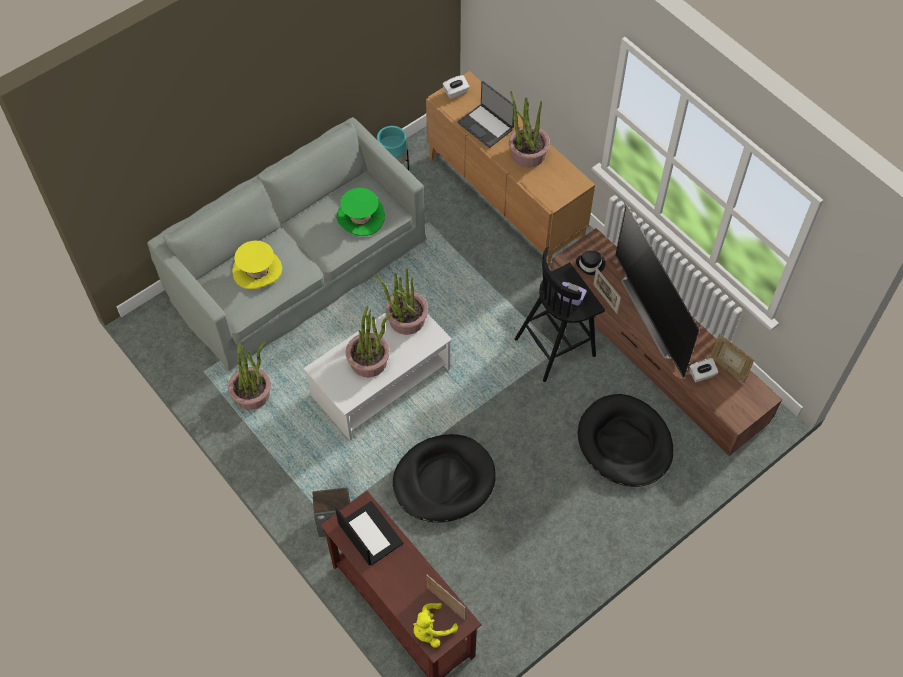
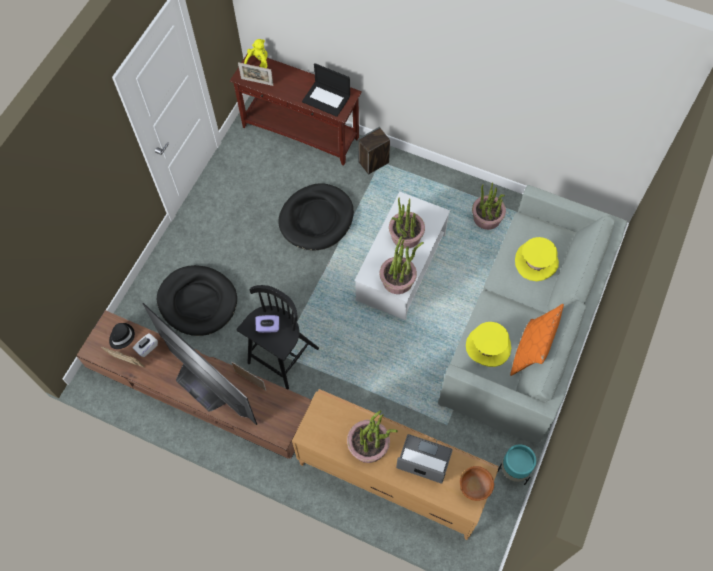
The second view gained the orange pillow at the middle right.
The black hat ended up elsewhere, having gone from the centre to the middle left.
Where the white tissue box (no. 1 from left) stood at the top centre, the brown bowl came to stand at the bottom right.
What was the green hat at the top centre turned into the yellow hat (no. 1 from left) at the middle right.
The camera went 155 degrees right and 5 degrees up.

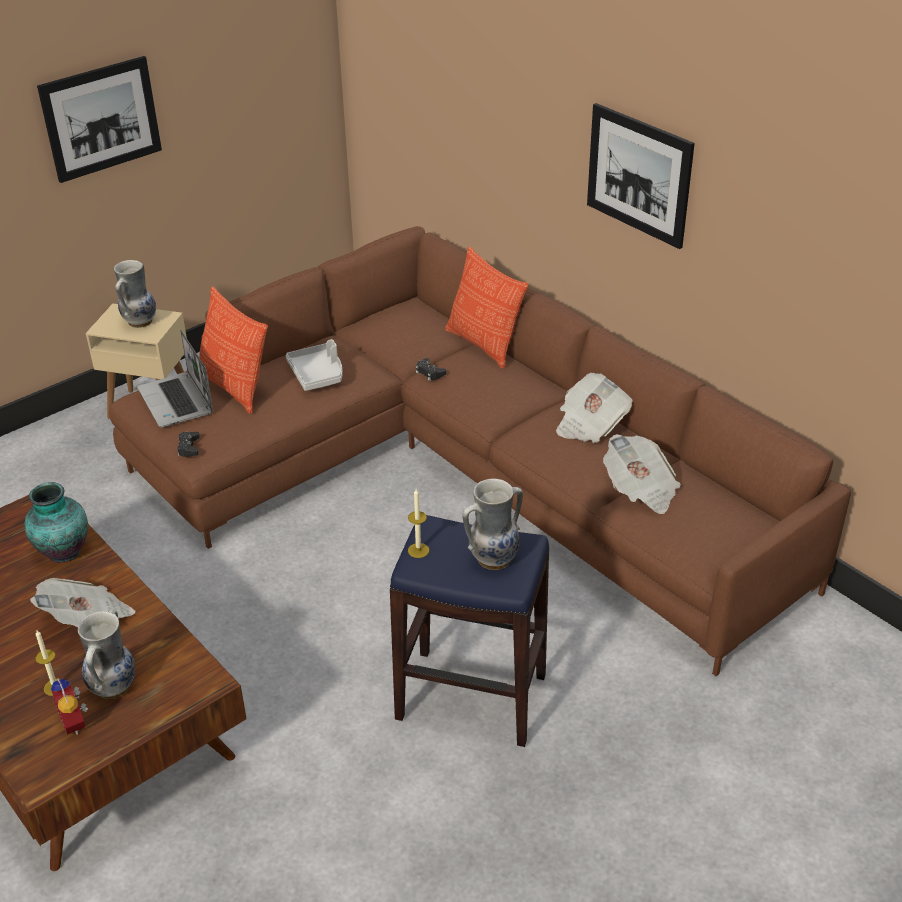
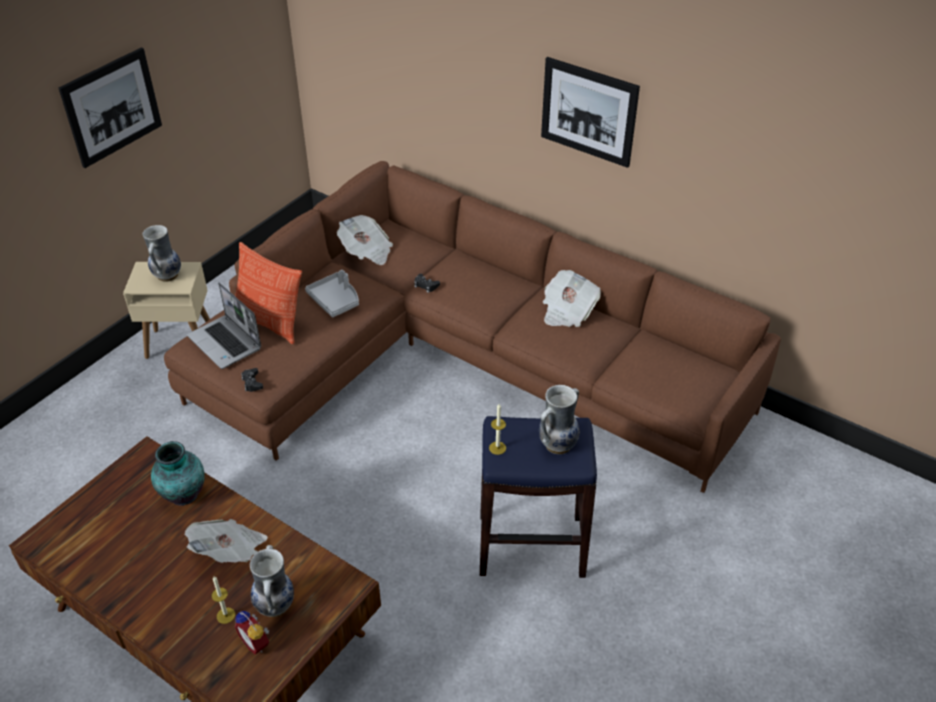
The second view lost the orange pillow (no. 2 from left) at the centre.
The newspaper (no. 3 from left in the first image) ended up elsewhere, having gone from the middle right to the centre.
The camera went 15 degrees left and 5 degrees up.

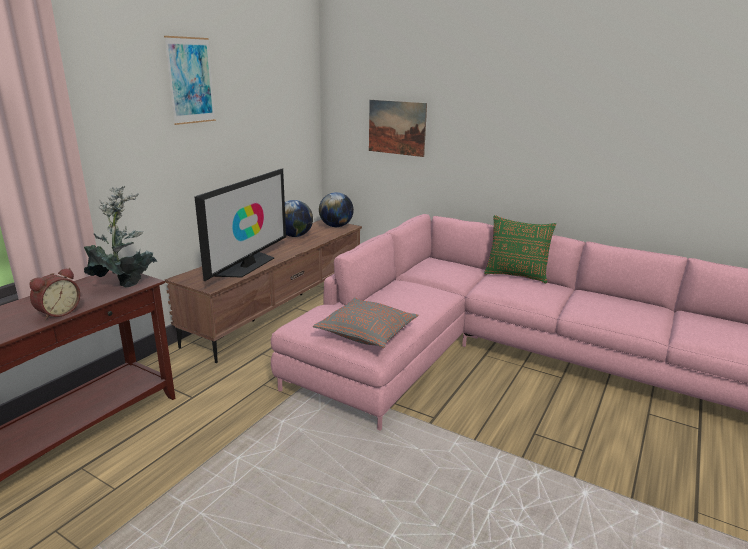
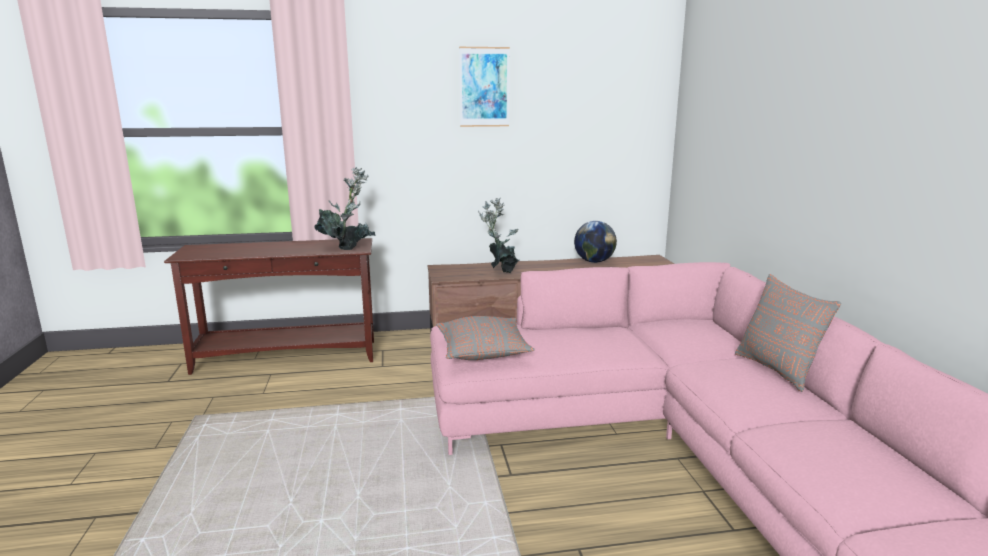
The second view lost the alarm clock at the middle left.
The second view lost the globe (no. 2 from left) at the centre.
The second view lost the picture (no. 2 from left) at the top centre.
Where the television stood at the middle left, the potted plant (no. 2 from left) came to stand at the centre.
What was the green pillow at the middle right turned into the grey pillow (no. 2 from left) at the middle right.
The camera went 50 degrees right and 5 degrees down.

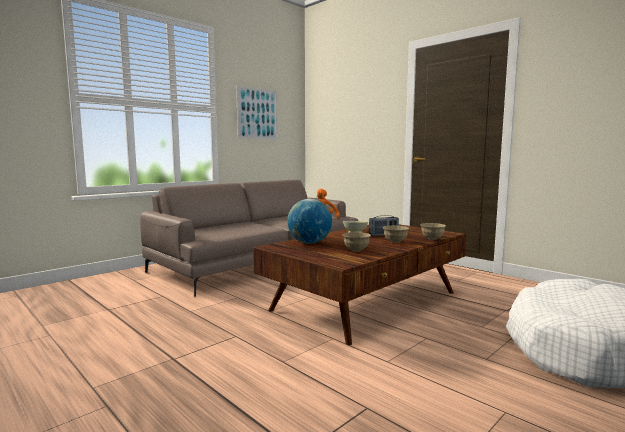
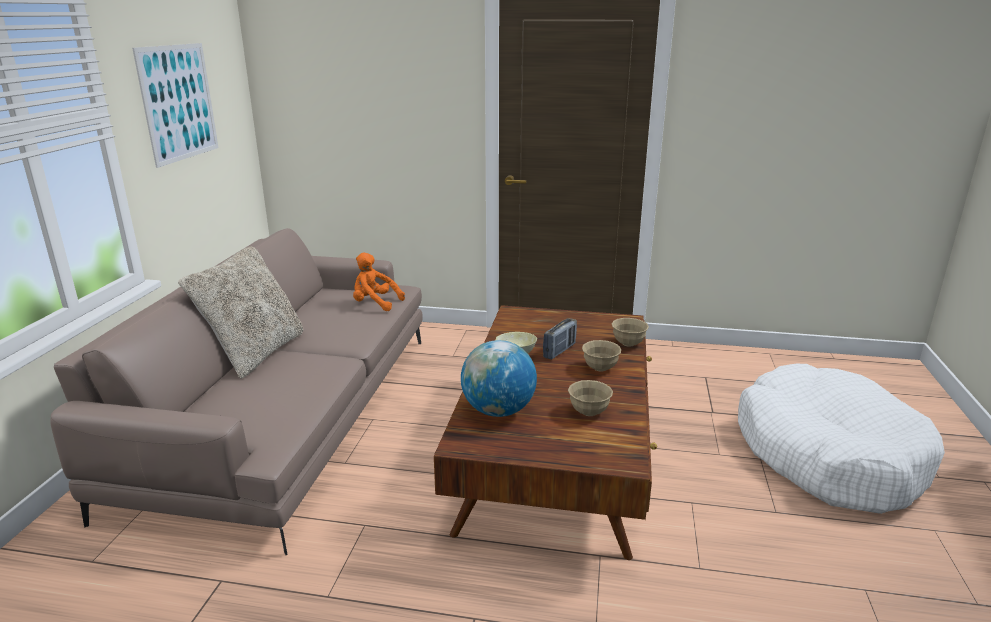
The second view gained the beige pillow at the middle left.
The camera went 35 degrees left and 15 degrees up.

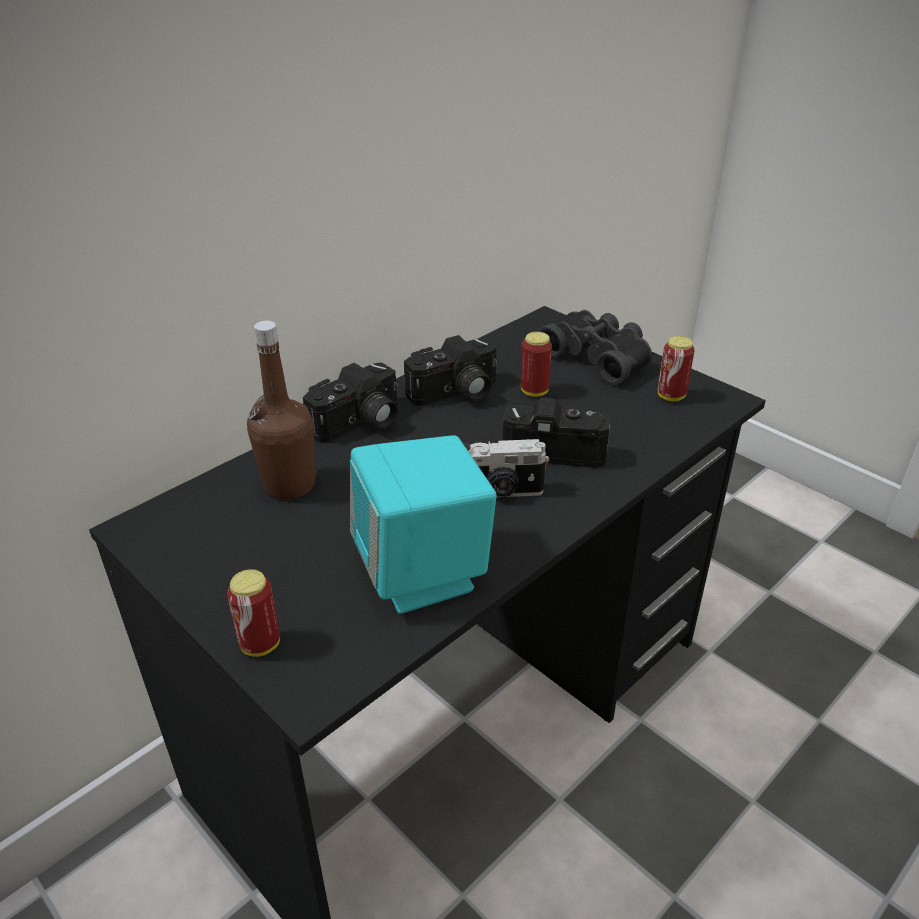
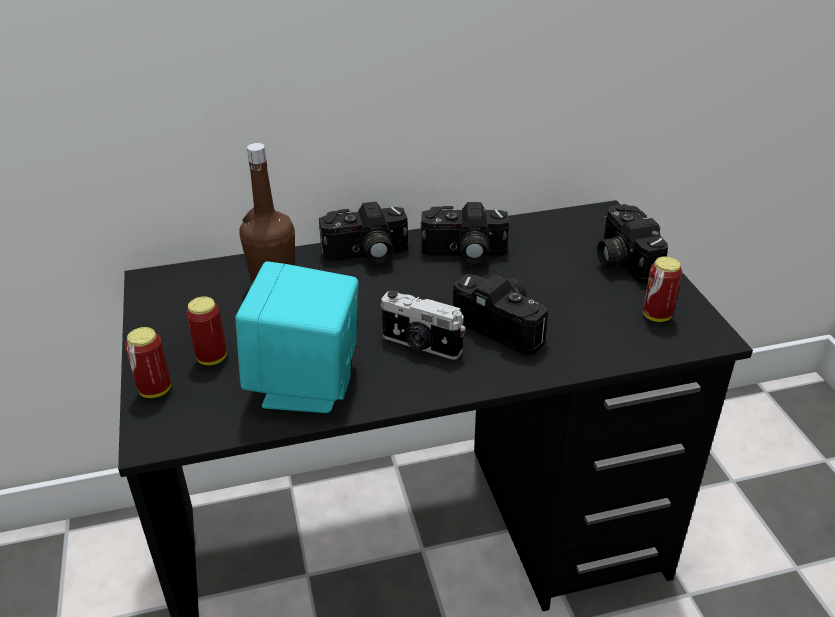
The can (no. 2 from left) ended up elsewhere, having gone from the centre to the middle left.
Where the black binoculars stood at the centre, the photo camera (no. 5 from left) came to stand at the middle right.
The camera went 30 degrees right and 0 degrees up.

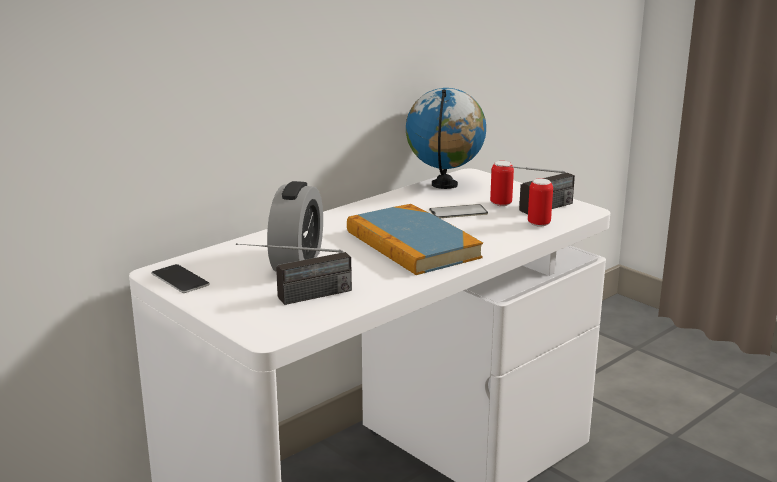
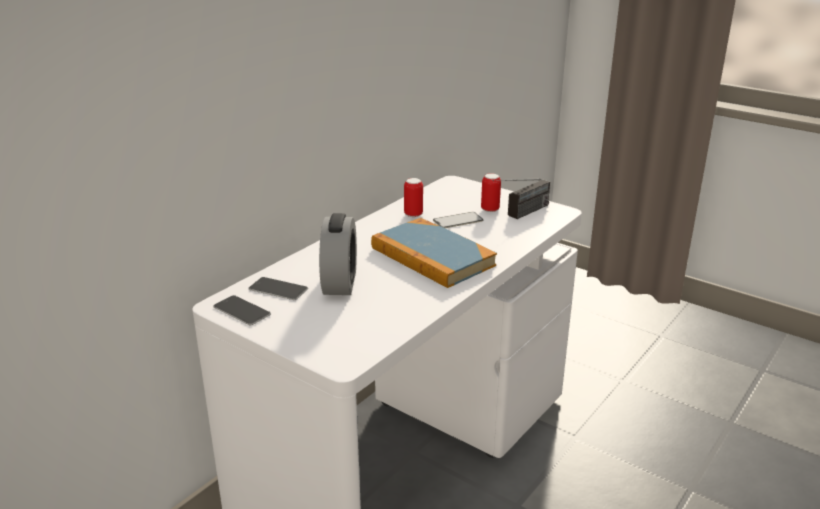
The second view lost the radio (no. 1 from left) at the centre.
The second view lost the globe at the top centre.
The second view gained the phone (no. 2 from left) at the centre.
The can (no. 2 from left in the first image) ended up elsewhere, having gone from the middle right to the centre.
The camera went 10 degrees left and 5 degrees up.

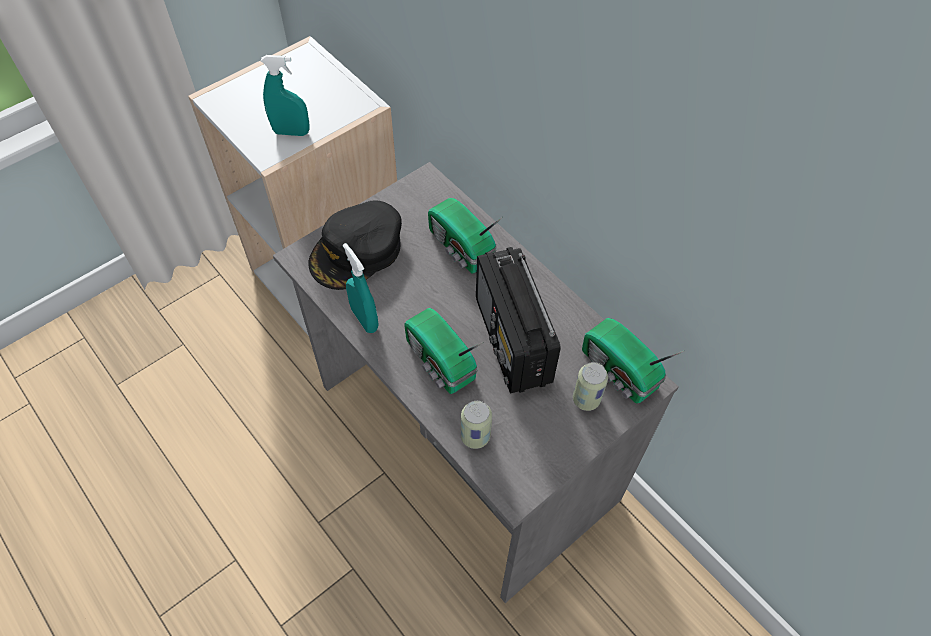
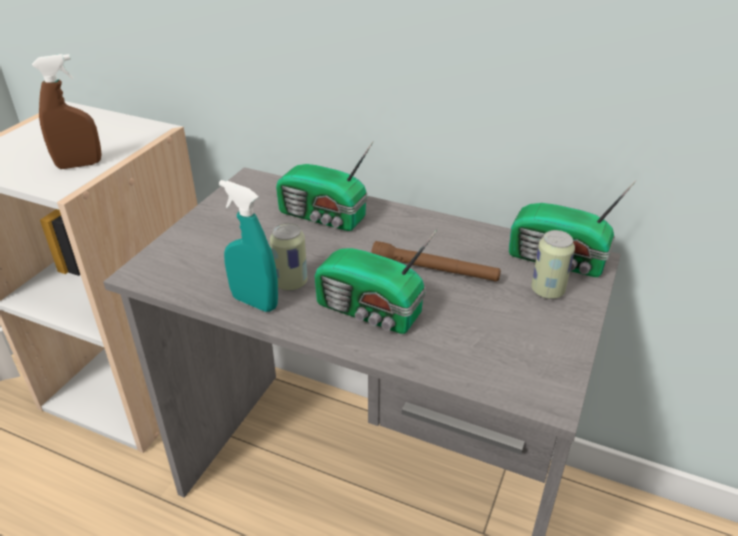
The second view lost the black cap at the centre.
The can (no. 1 from left) ended up elsewhere, having gone from the bottom centre to the centre.
Where the radio (no. 3 from left) stood at the centre, the brown flashlight came to stand at the centre.
What was the turquoise spray bottle (no. 1 from left) at the top left turned into the brown spray bottle at the top left.
The camera went 25 degrees left and 20 degrees down.

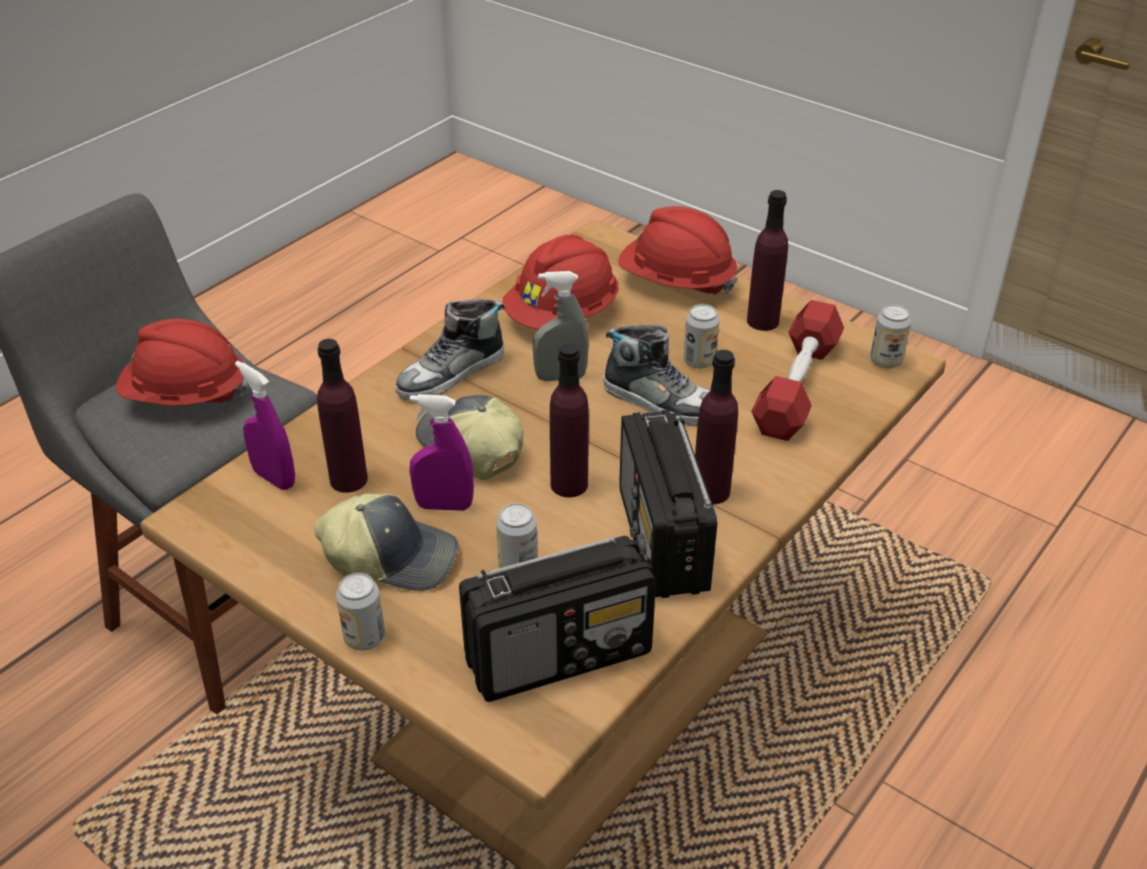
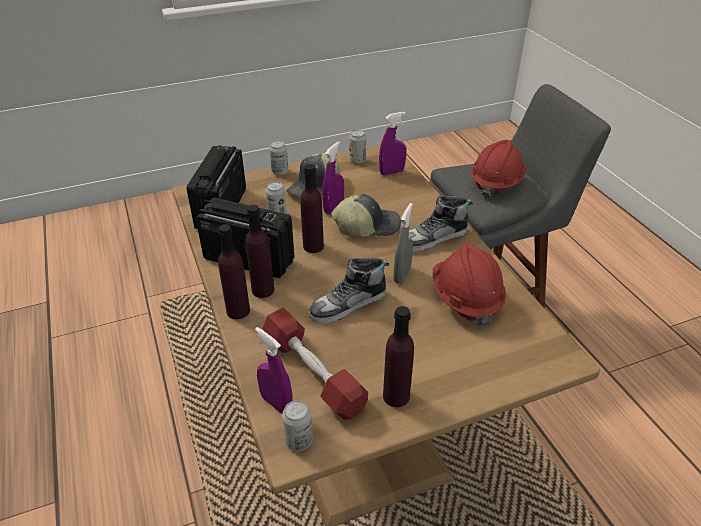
The second view lost the red hard hat (no. 3 from left) at the top centre.
The second view gained the purple spray bottle (no. 1 from left) at the bottom centre.
The purple bottle (no. 1 from left) ended up elsewhere, having gone from the middle left to the centre.
The can (no. 3 from left in the first image) ended up elsewhere, having gone from the centre to the top centre.
The shoe (no. 1 from left in the first image) at the centre ended up facing another way, 105 degrees counterclockwise from before.
The camera went 120 degrees right and 0 degrees up.

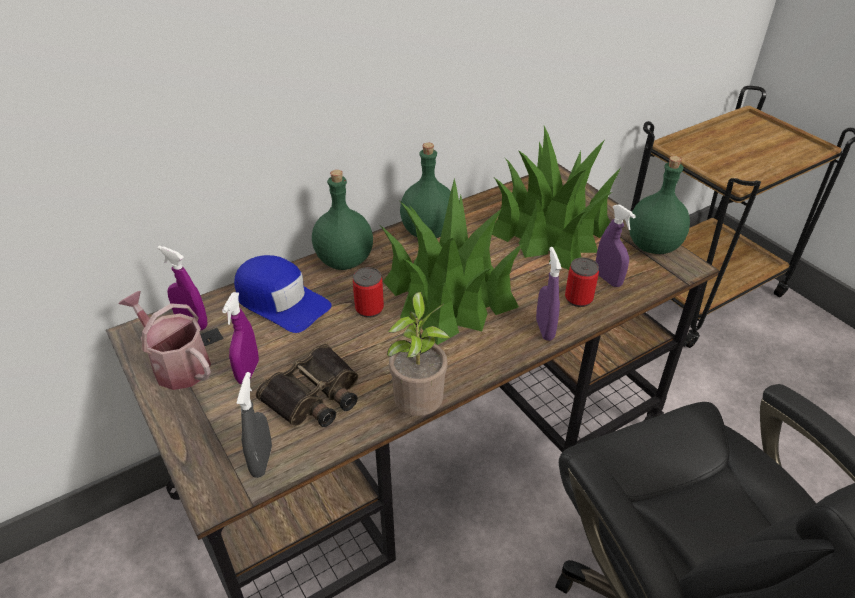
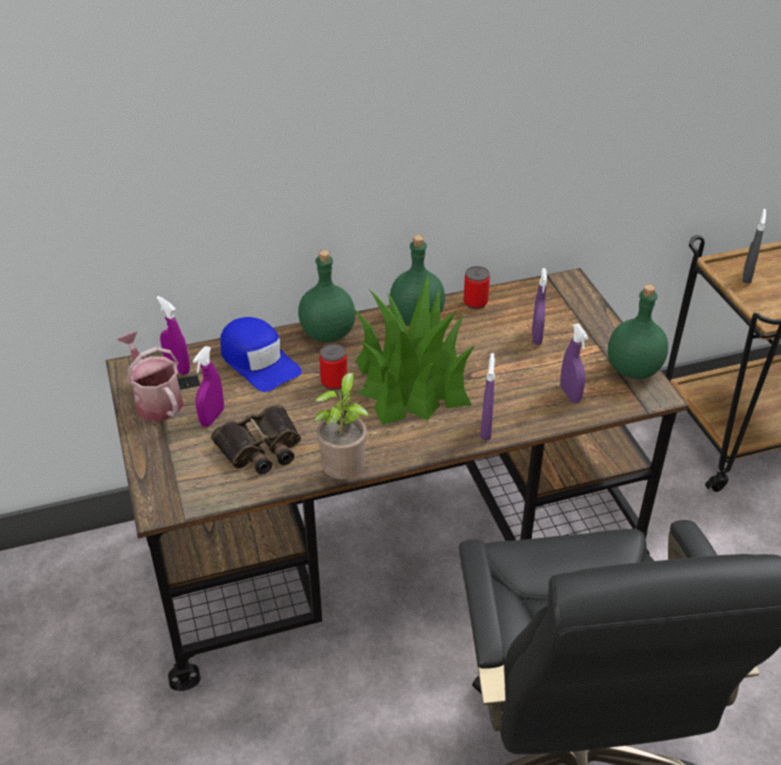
The grey spray bottle ended up elsewhere, having gone from the bottom left to the top right.
The can (no. 2 from left) ended up elsewhere, having gone from the middle right to the centre.
Where the potted plant (no. 3 from left) stood at the top centre, the purple spray bottle (no. 4 from left) came to stand at the middle right.
The camera went 15 degrees right and 0 degrees up.

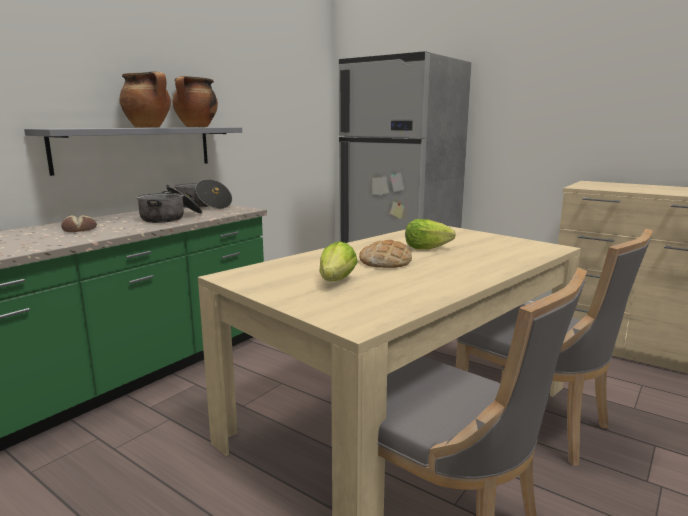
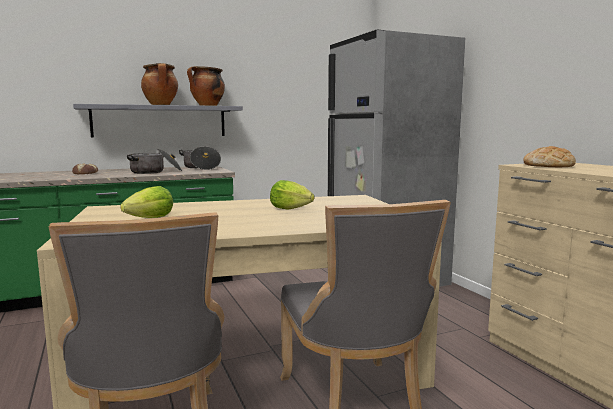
The bread (no. 2 from left) ended up elsewhere, having gone from the centre to the middle right.
The camera went 30 degrees right and 5 degrees down.

